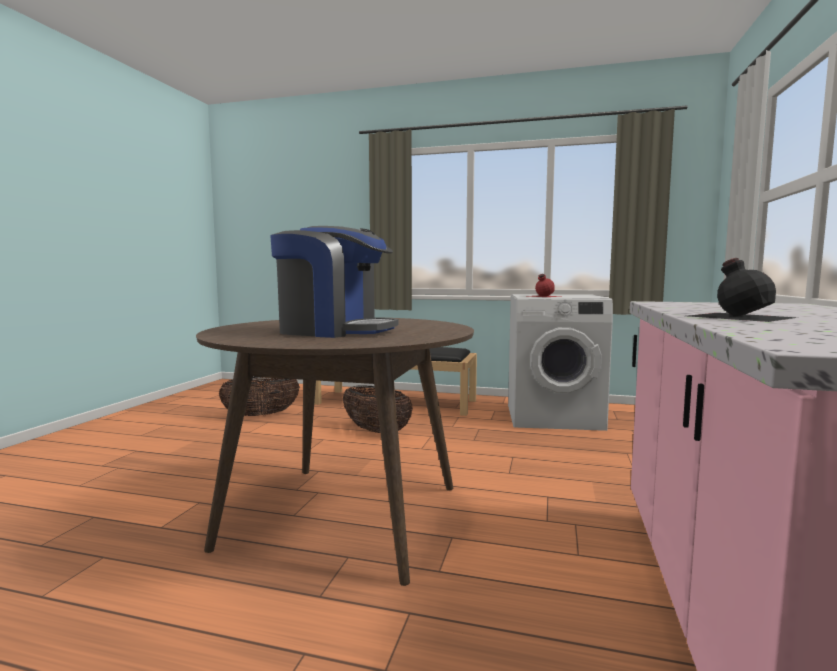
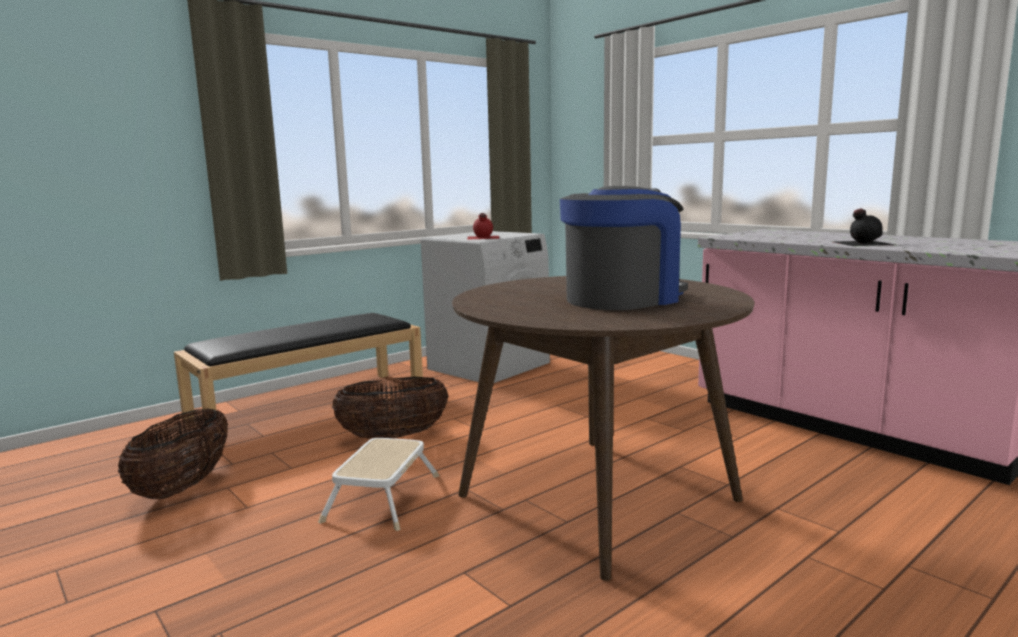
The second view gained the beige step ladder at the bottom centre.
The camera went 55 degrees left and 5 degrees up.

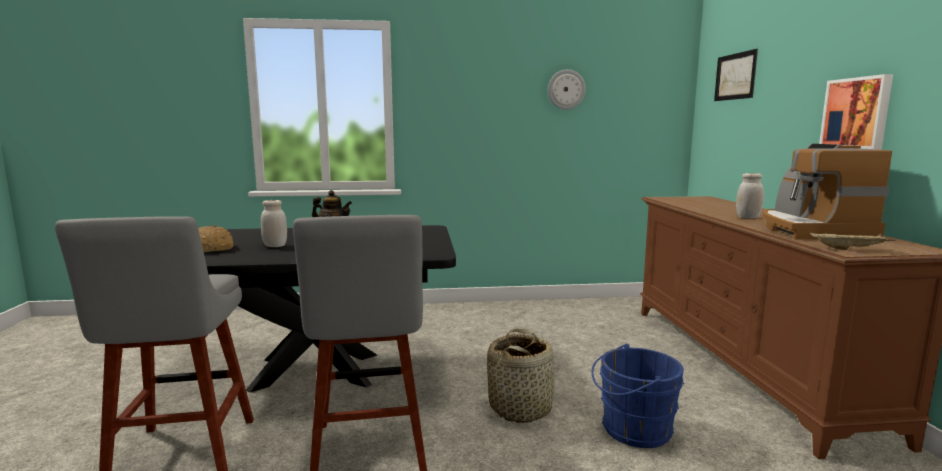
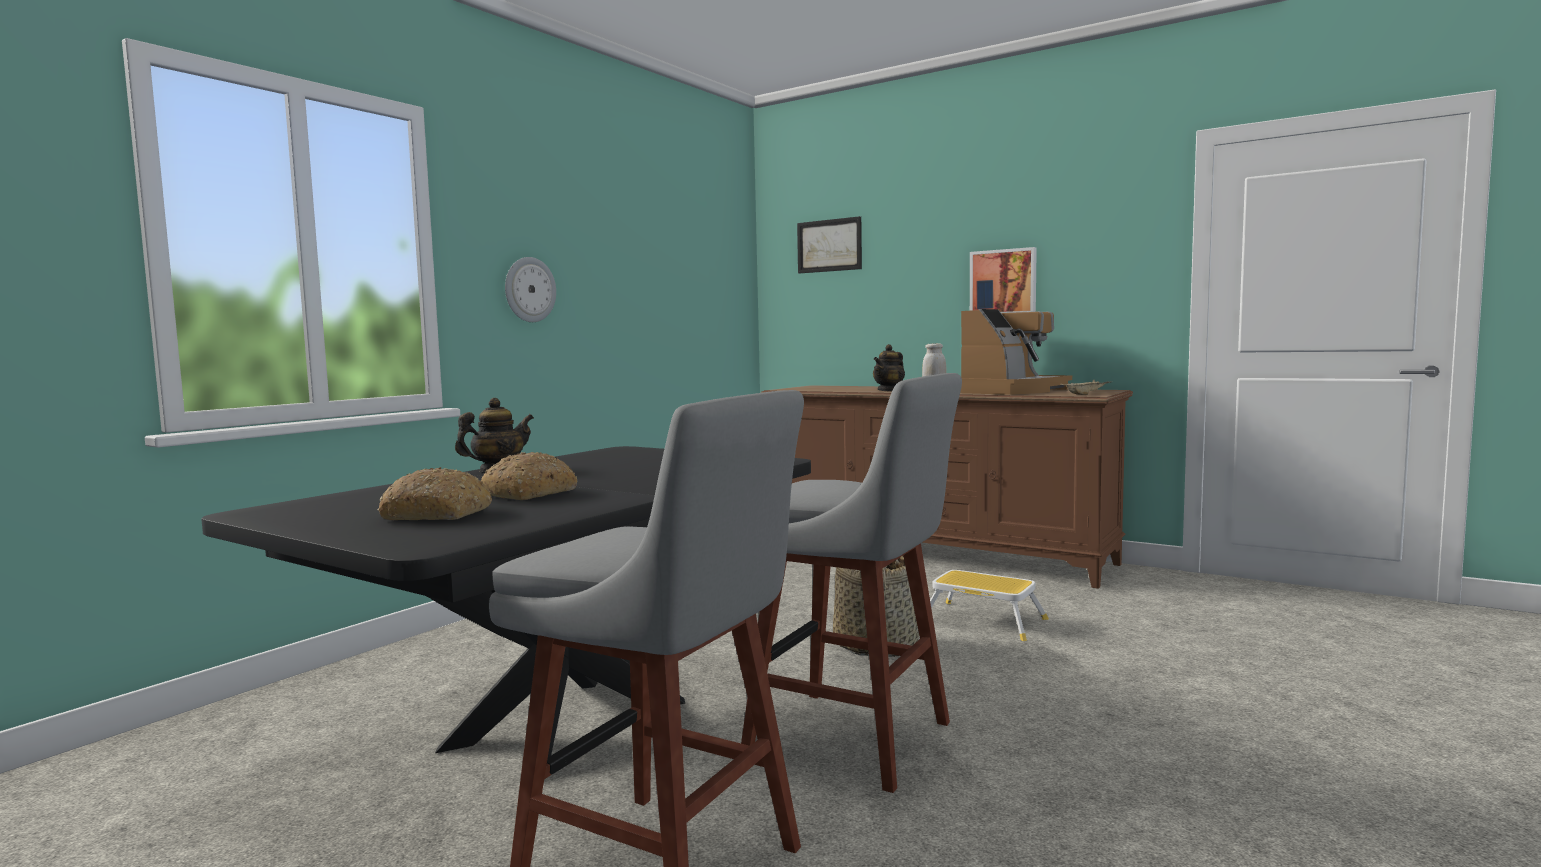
The second view gained the teapot (no. 2 from left) at the centre.
The wall clock ended up elsewhere, having gone from the top centre to the centre.
Where the white jar (no. 1 from left) stood at the middle left, the bread (no. 2 from left) came to stand at the centre.
Where the blue bucket stood at the bottom right, the yellow step ladder came to stand at the bottom centre.
The coffee machine at the middle right ended up facing another way, 90 degrees counterclockwise from before.
The camera went 50 degrees left and 5 degrees down.

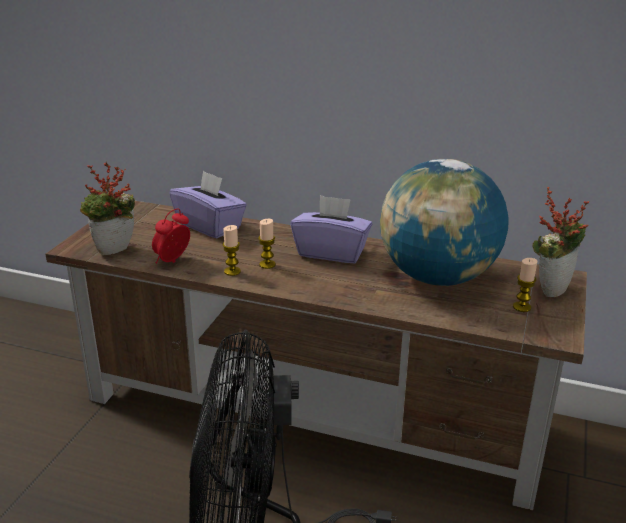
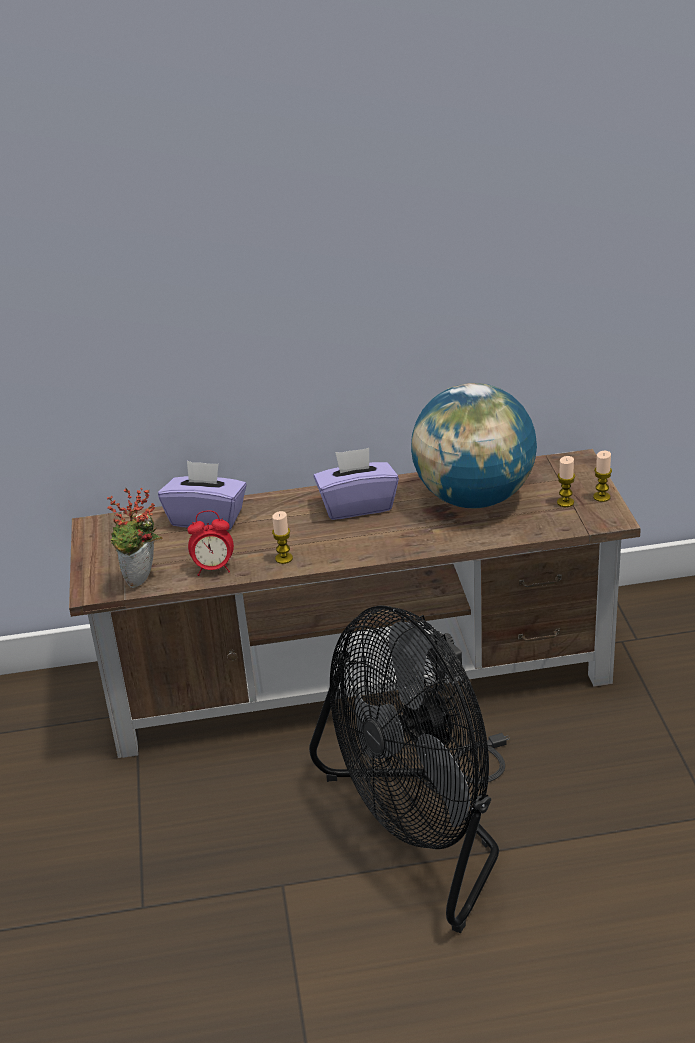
The second view lost the potted plant (no. 2 from left) at the middle right.
The candle (no. 2 from left in the first image) ended up elsewhere, having gone from the centre to the middle right.
The alarm clock at the middle left ended up facing another way, 105 degrees counterclockwise from before.
The camera went 25 degrees left and 5 degrees up.

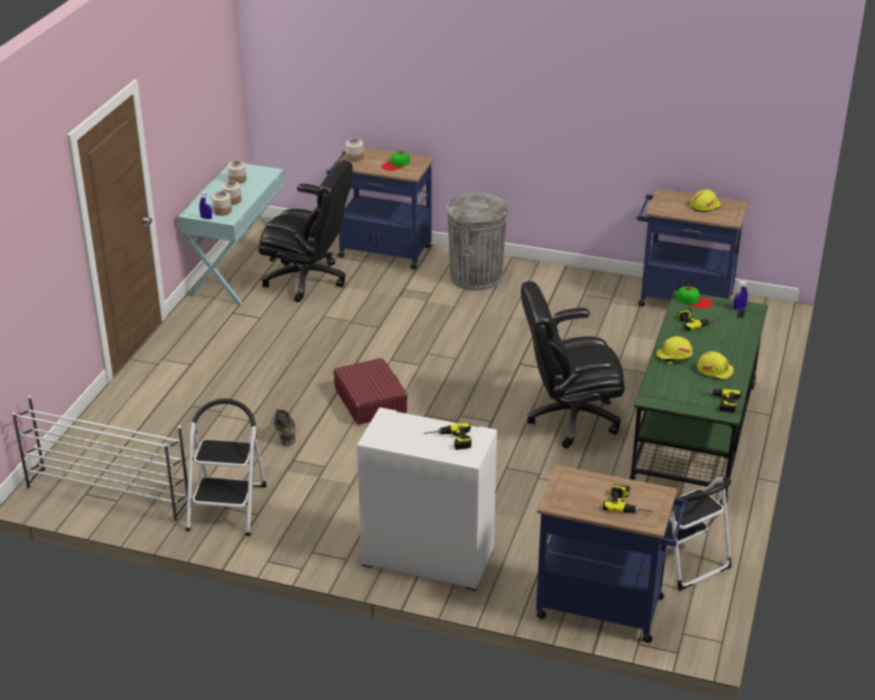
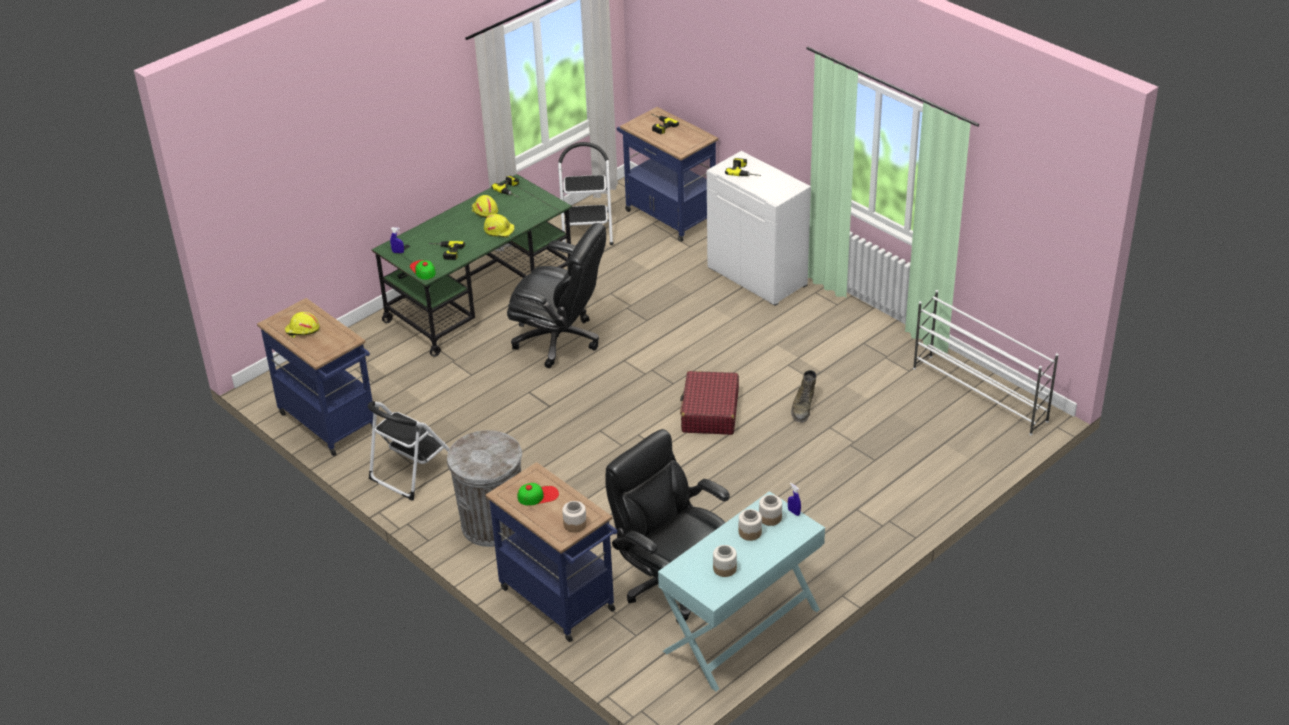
The step ladder (no. 1 from left) ended up elsewhere, having gone from the bottom left to the middle left.
The camera went 150 degrees left and 5 degrees up.

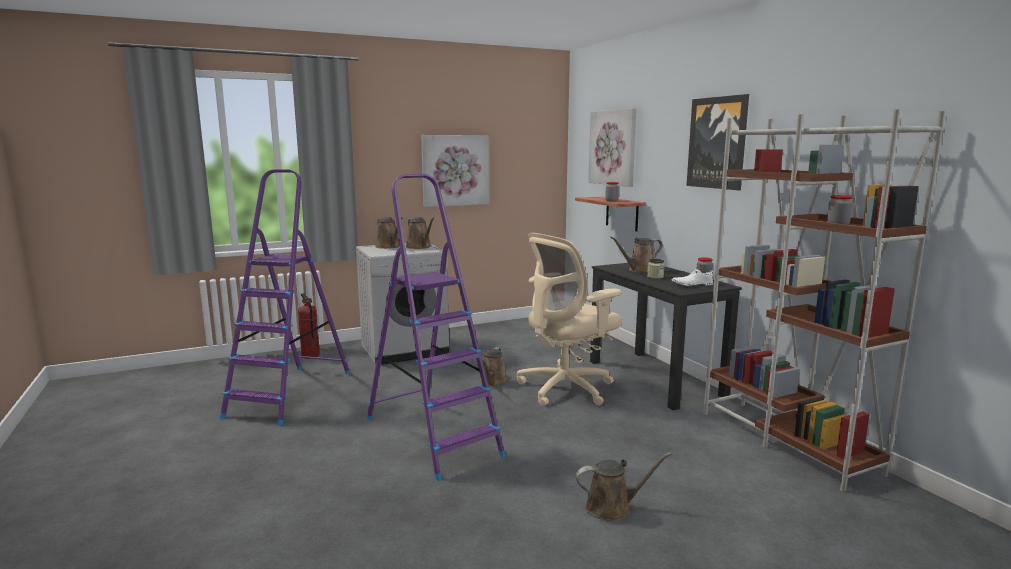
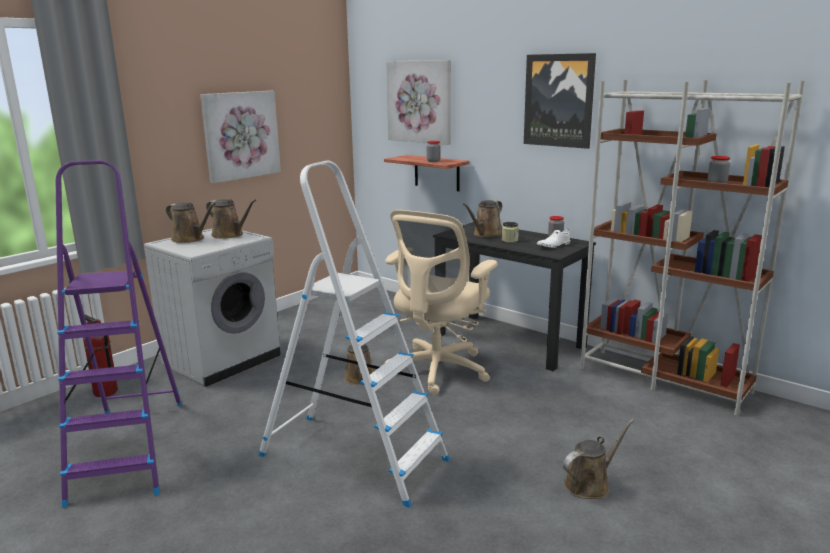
What was the purple step ladder (no. 2 from left) at the centre turned into the white step ladder at the centre.
The camera went 25 degrees left and 5 degrees up.

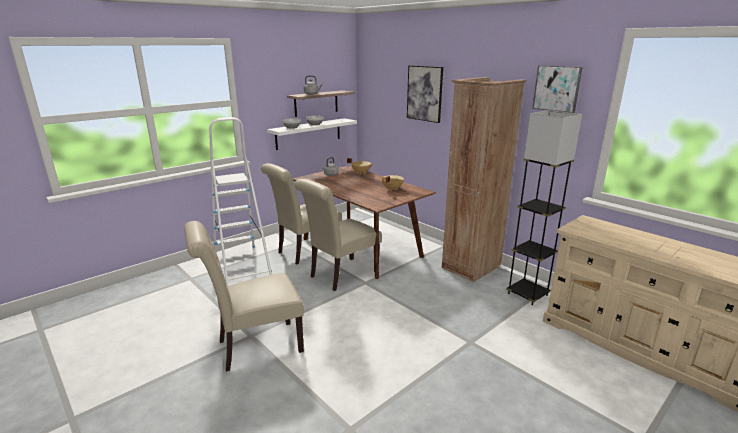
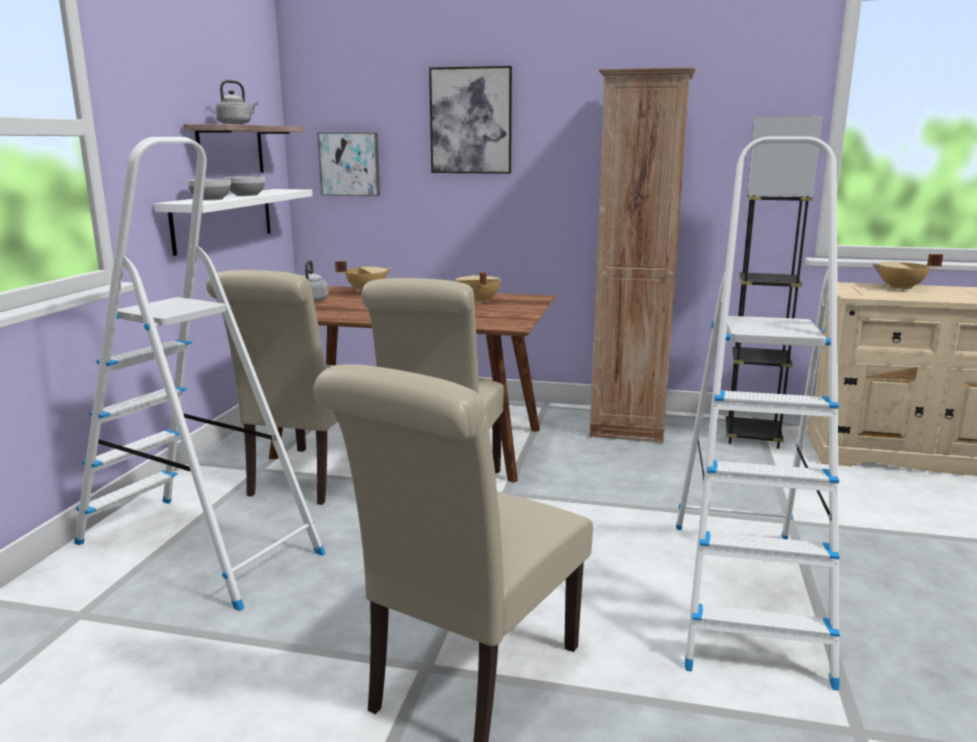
The second view gained the white step ladder (no. 2 from left) at the middle right.
The second view gained the beige cooking pot (no. 3 from left) at the middle right.
The picture (no. 2 from left in the first image) ended up elsewhere, having gone from the top right to the top centre.
The camera went 35 degrees left and 5 degrees down.

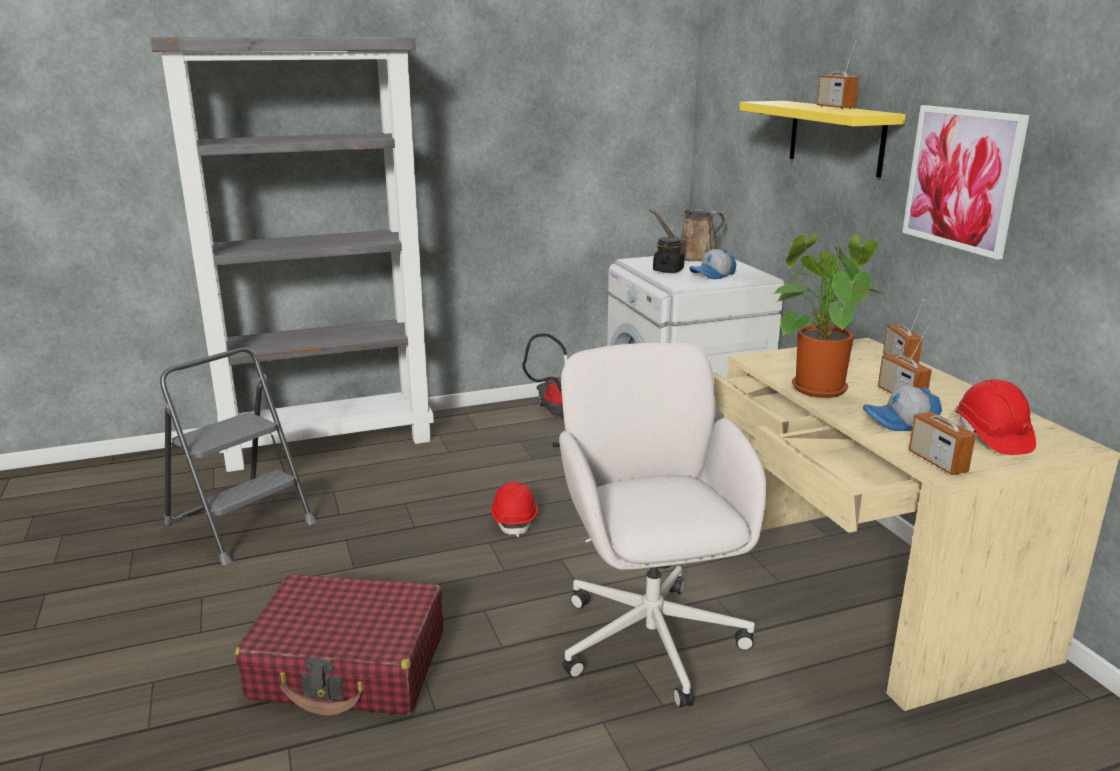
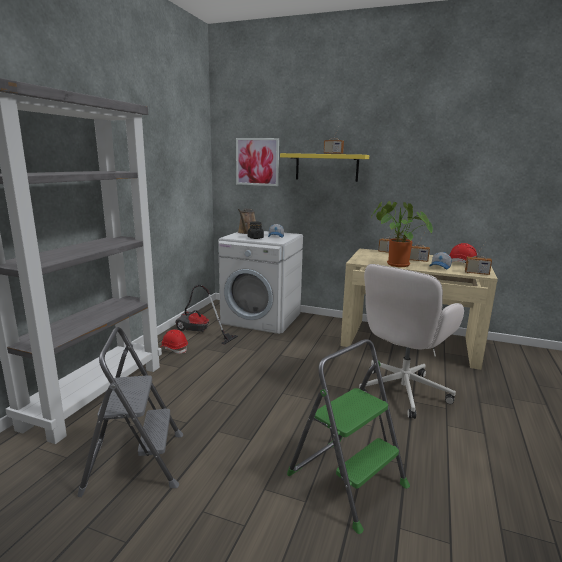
The red hard hat (no. 1 from left) ended up elsewhere, having gone from the centre to the middle left.
The picture ended up elsewhere, having gone from the top right to the top centre.
Where the red suitcase stood at the bottom left, the green step ladder came to stand at the bottom centre.
The white office chair at the bottom centre ended up facing another way, 75 degrees counterclockwise from before.
The camera went 50 degrees left and 5 degrees down.

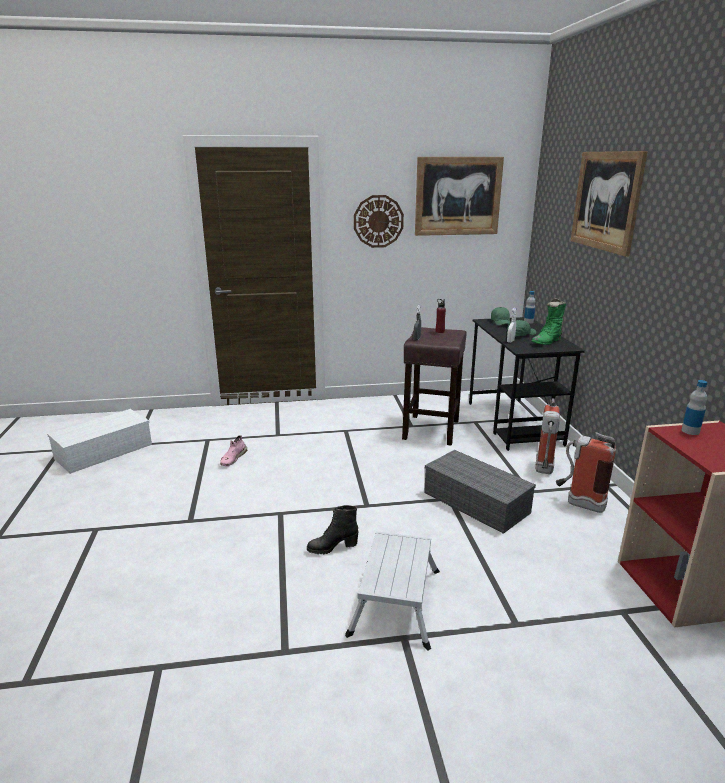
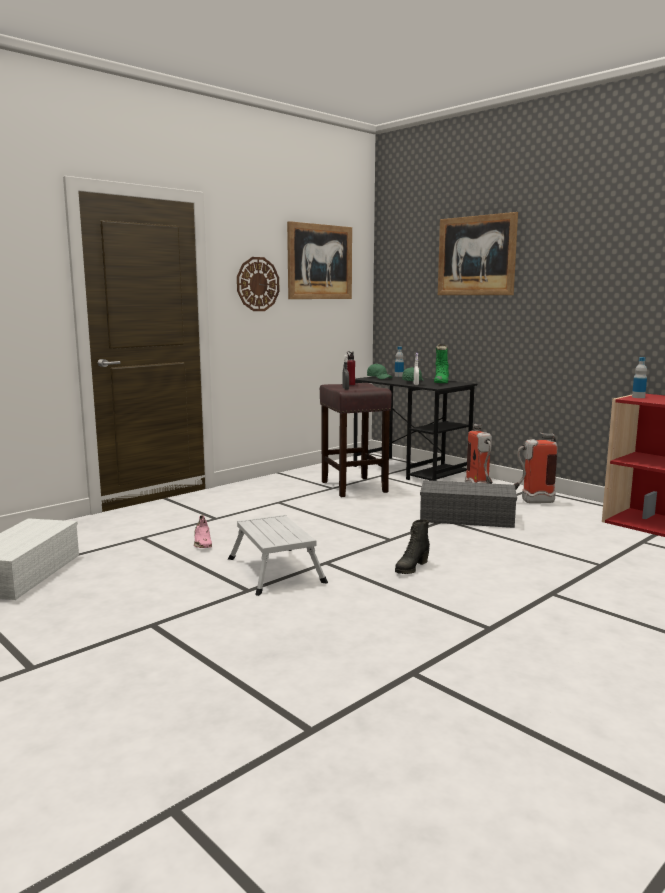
The white step ladder ended up elsewhere, having gone from the bottom centre to the centre.
The camera went 35 degrees left and 10 degrees down.

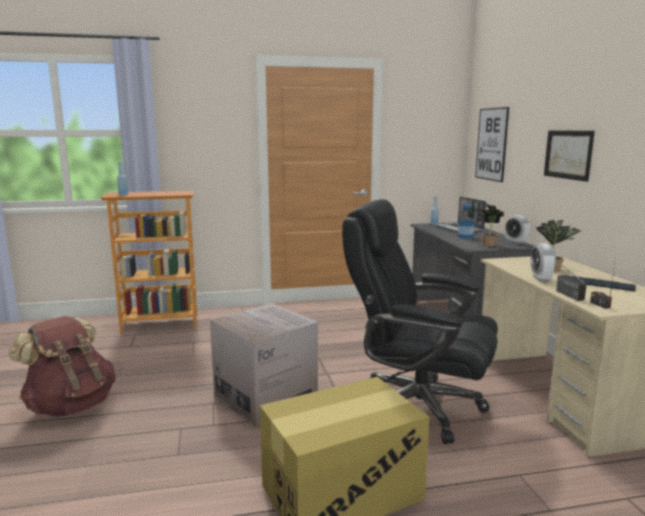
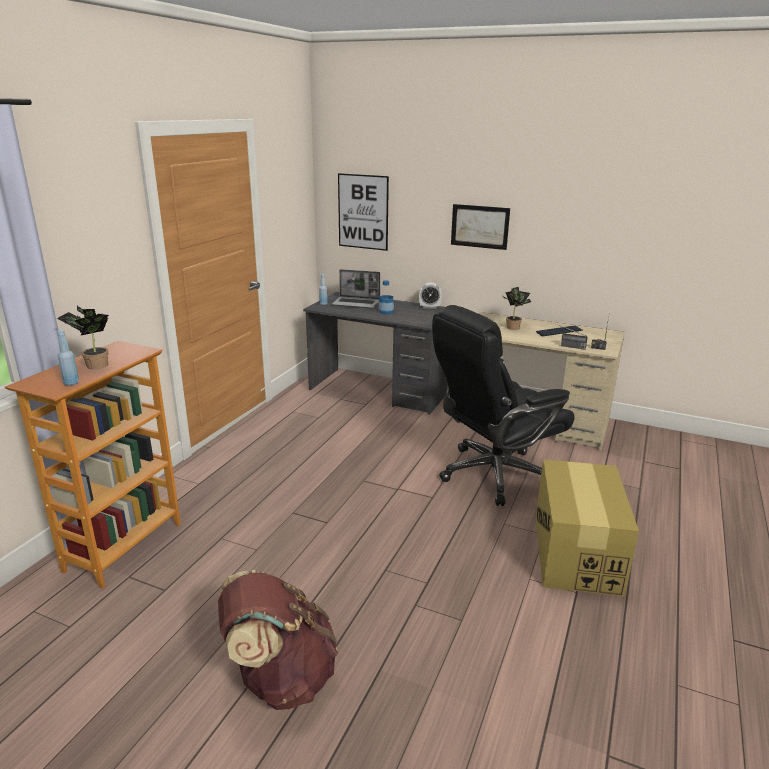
The second view lost the cardboard box (no. 1 from left) at the bottom centre.
The second view lost the alarm clock (no. 2 from left) at the middle right.
The potted plant (no. 1 from left) ended up elsewhere, having gone from the middle right to the middle left.
The camera went 55 degrees left and 10 degrees up.

